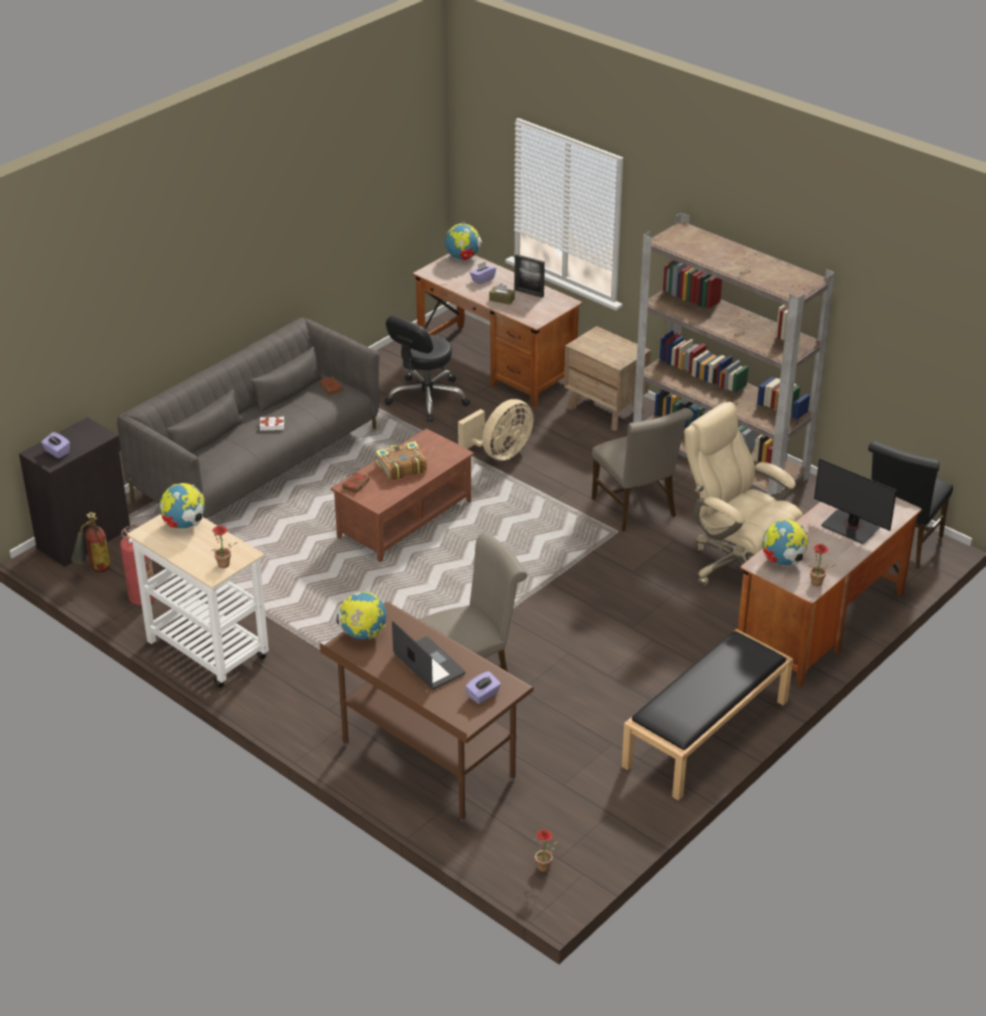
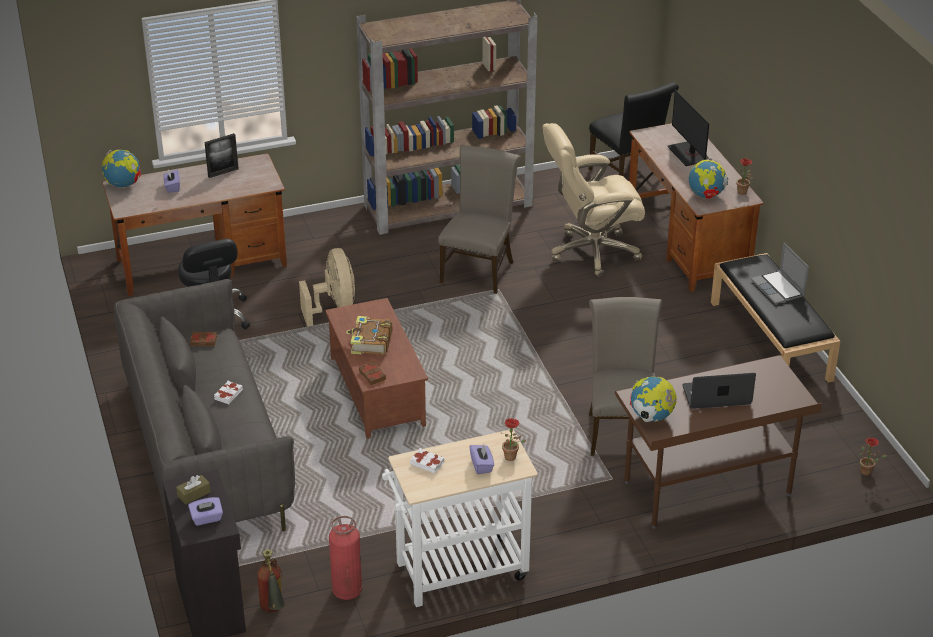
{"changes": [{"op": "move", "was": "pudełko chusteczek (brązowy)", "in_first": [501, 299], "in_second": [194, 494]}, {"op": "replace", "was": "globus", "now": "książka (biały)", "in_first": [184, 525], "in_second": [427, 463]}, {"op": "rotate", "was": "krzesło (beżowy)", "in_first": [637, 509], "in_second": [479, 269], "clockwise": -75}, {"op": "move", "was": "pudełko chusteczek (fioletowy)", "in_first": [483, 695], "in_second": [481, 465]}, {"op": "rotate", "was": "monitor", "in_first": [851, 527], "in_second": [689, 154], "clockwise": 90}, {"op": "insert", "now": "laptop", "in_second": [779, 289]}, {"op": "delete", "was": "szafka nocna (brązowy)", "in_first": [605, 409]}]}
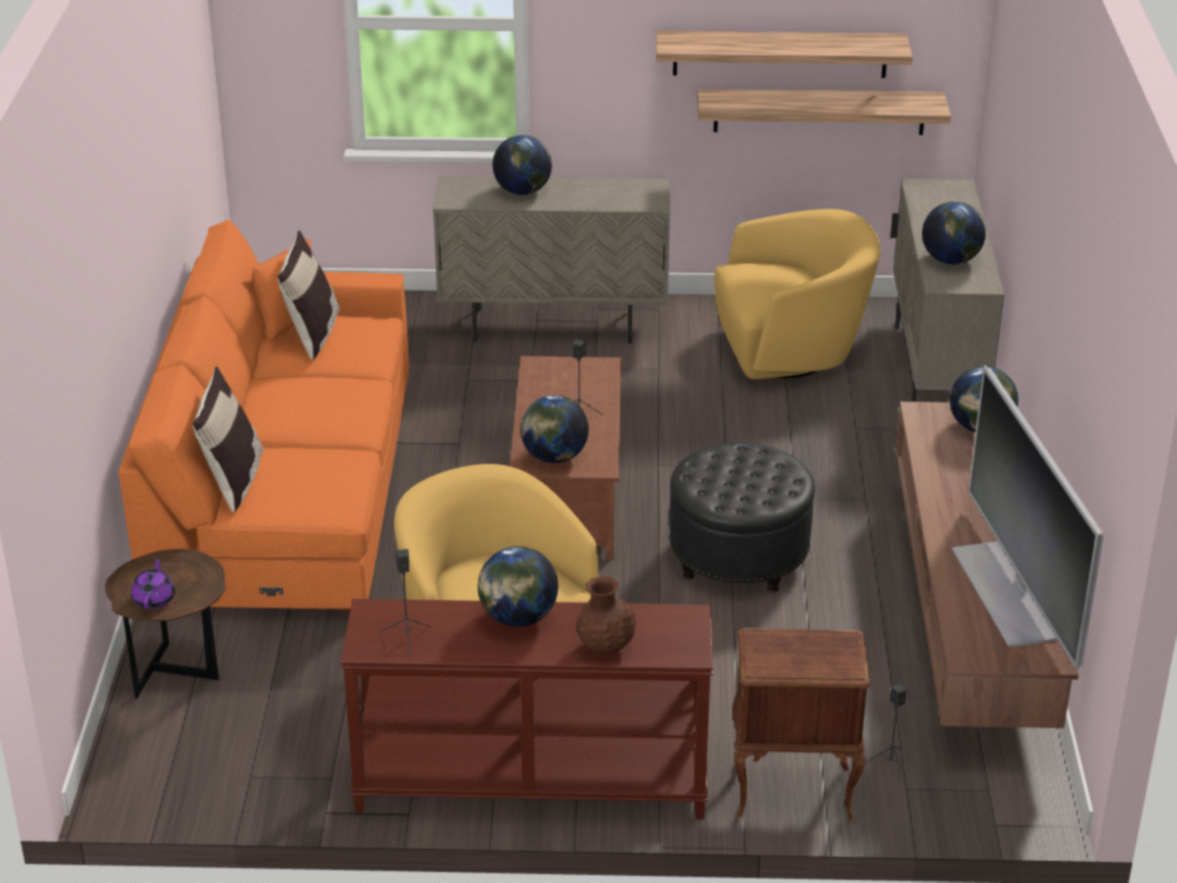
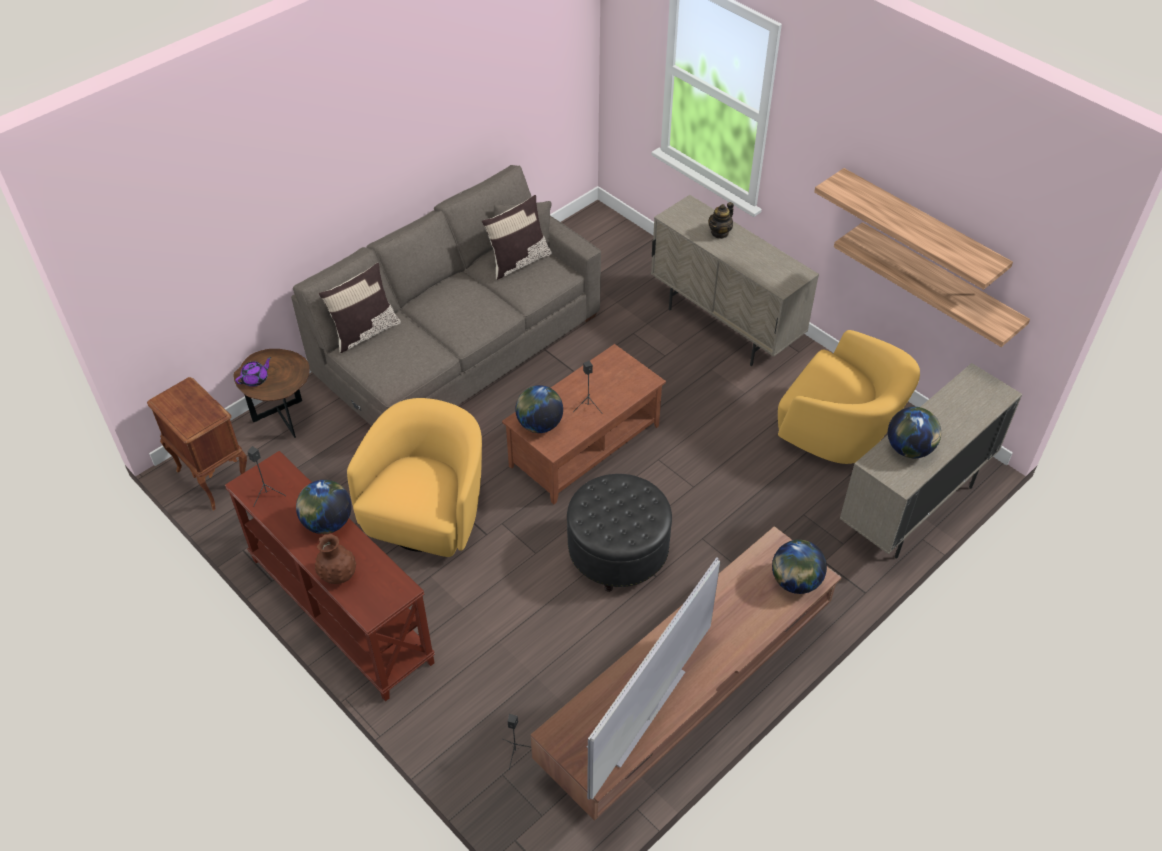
{"changes": [{"op": "move", "was": "szafka nocna (brązowy)", "in_first": [792, 793], "in_second": [213, 478]}, {"op": "recolor", "was": "kanapa (pomarańczowy)", "now": "kanapa (szary)", "in_first": [285, 492], "in_second": [458, 346]}, {"op": "replace", "was": "globus", "now": "imbryk", "in_first": [523, 191], "in_second": [720, 233]}]}
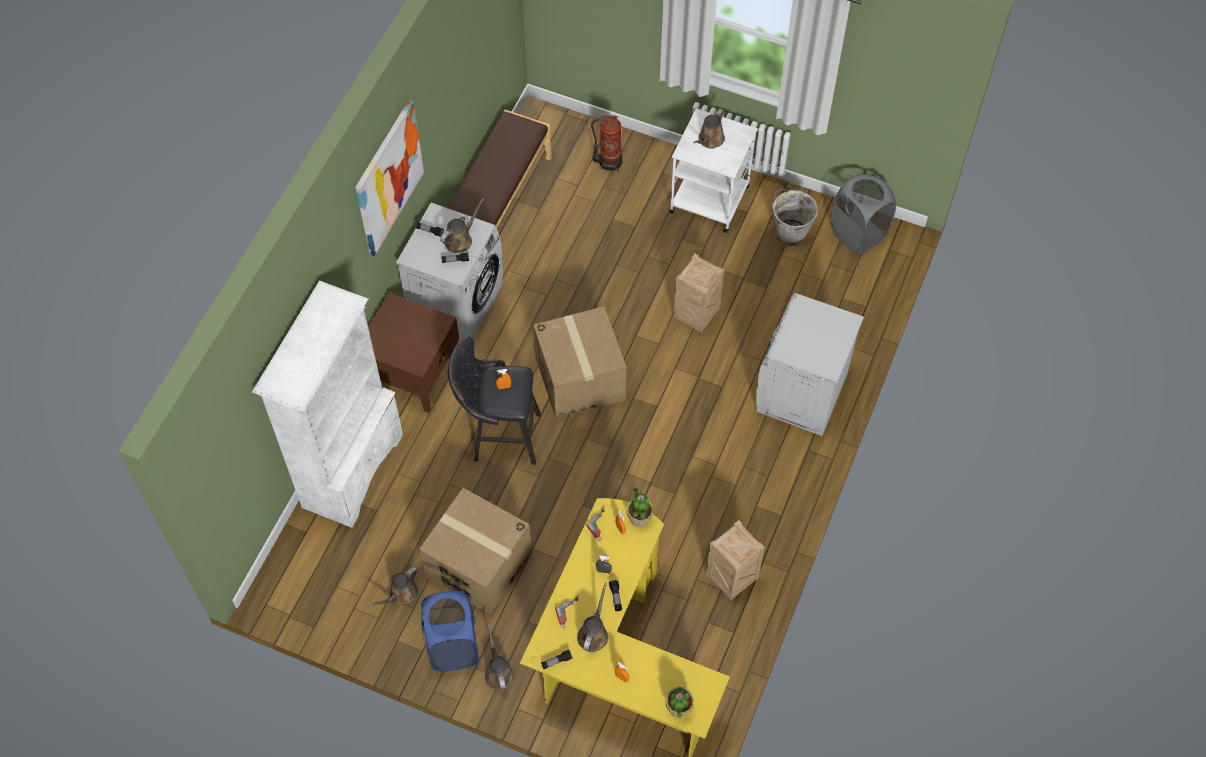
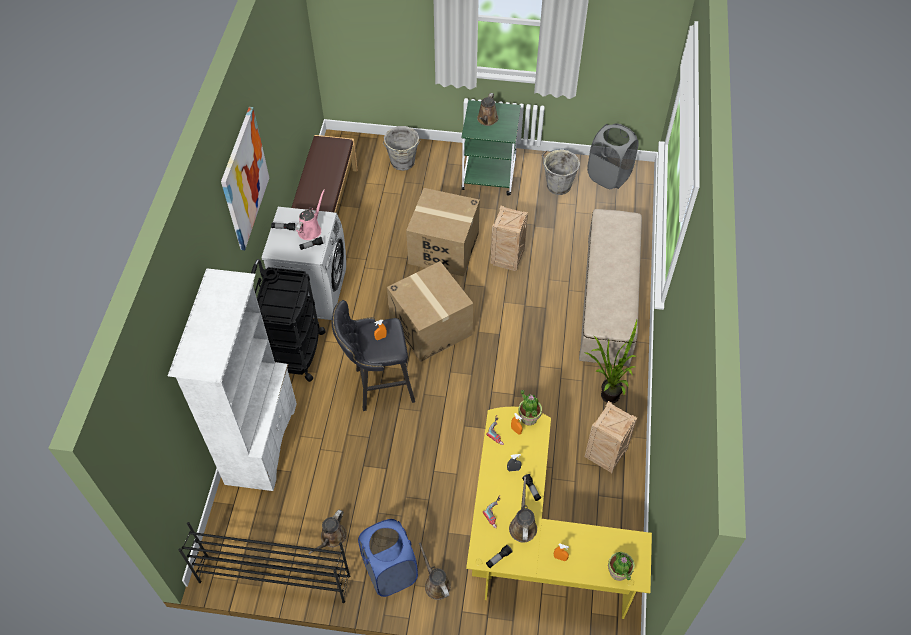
{"changes": [{"op": "insert", "now": "regał na buty (czarny)", "in_second": [273, 578]}, {"op": "replace", "was": "szafka nocna (brązowy)", "now": "wózek (czarny)", "in_first": [413, 374], "in_second": [292, 353]}, {"op": "recolor", "was": "konewka (brązowy)", "now": "konewka (różowy)", "in_first": [460, 239], "in_second": [311, 229]}, {"op": "replace", "was": "gaśnica", "now": "wiadro (szary)", "in_first": [609, 161], "in_second": [402, 163]}, {"op": "move", "was": "karton", "in_first": [478, 565], "in_second": [443, 248]}, {"op": "recolor", "was": "wózek (biały)", "now": "wózek (zielony)", "in_first": [710, 200], "in_second": [490, 175]}, {"op": "replace", "was": "pralka (biały)", "now": "ławka (beżowy)", "in_first": [801, 393], "in_second": [608, 299]}, {"op": "insert", "now": "roślina doniczkowa", "in_second": [605, 395]}]}
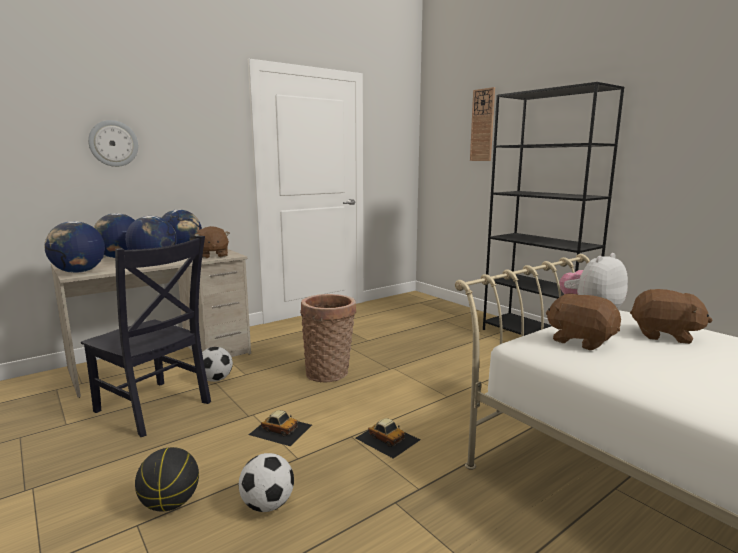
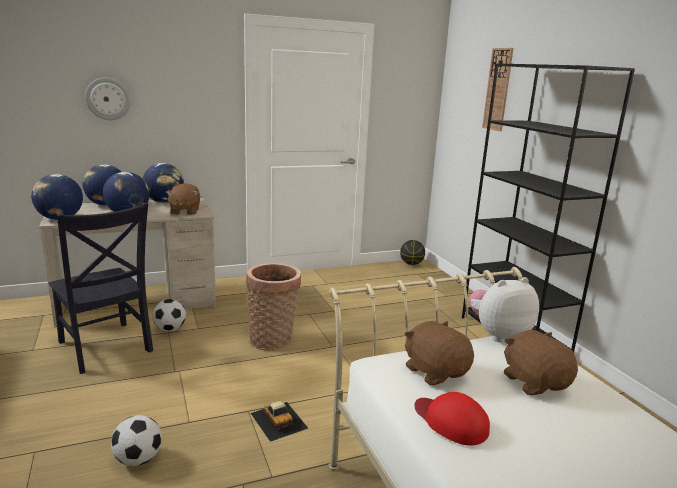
{"changes": [{"op": "move", "was": "piłka do koszykówki", "in_first": [171, 503], "in_second": [411, 264]}, {"op": "insert", "now": "czapka z daszkiem (czerwony)", "in_second": [451, 421]}, {"op": "rotate", "was": "pluszak (brązowy)", "in_first": [664, 335], "in_second": [535, 382], "clockwise": -150}, {"op": "delete", "was": "samochodzik", "in_first": [280, 429]}]}
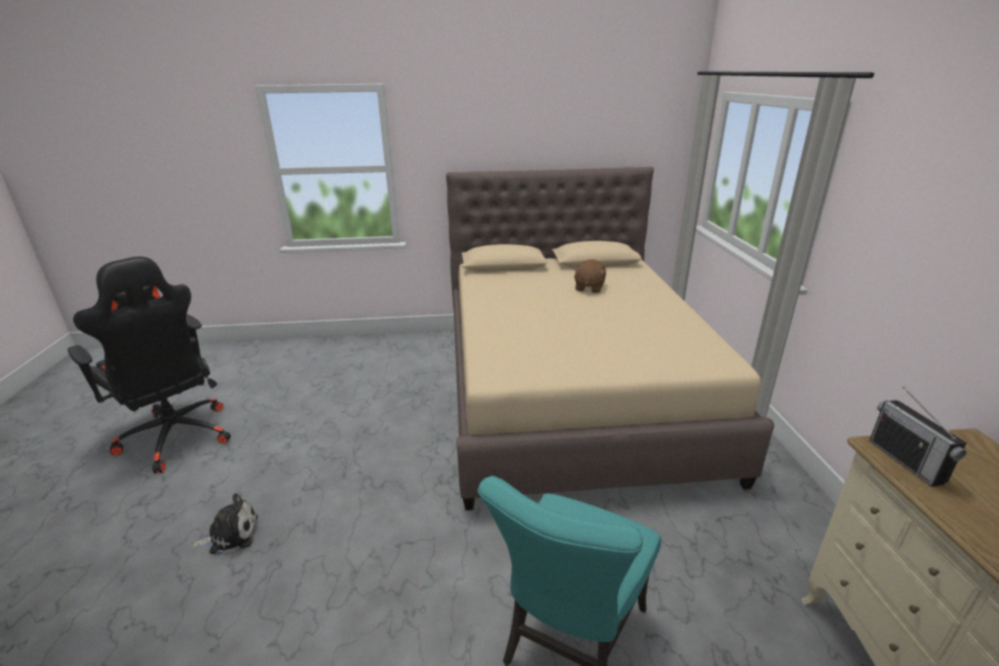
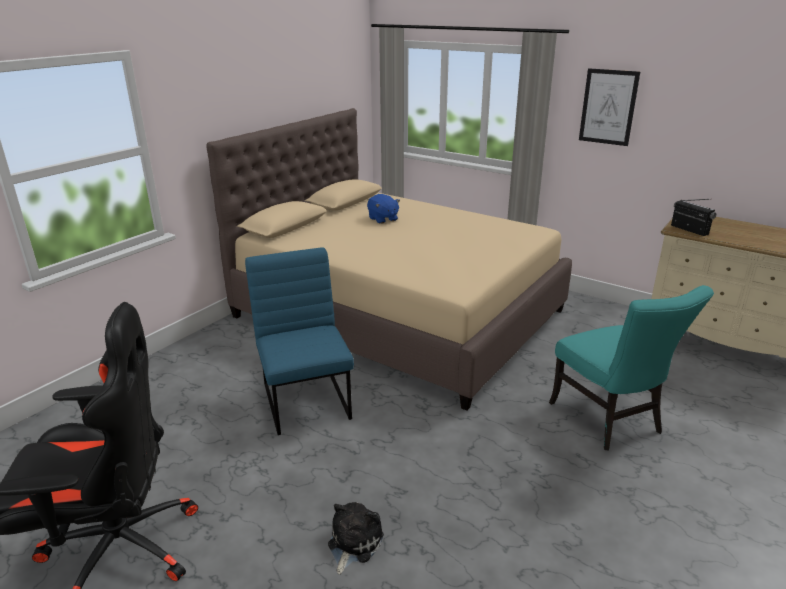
{"changes": [{"op": "insert", "now": "krzesło (niebieski)", "in_second": [306, 399]}, {"op": "recolor", "was": "pluszak (brązowy)", "now": "pluszak (niebieski)", "in_first": [589, 288], "in_second": [383, 219]}, {"op": "insert", "now": "obraz", "in_second": [608, 107]}, {"op": "rotate", "was": "radio", "in_first": [906, 461], "in_second": [689, 230], "clockwise": -150}]}
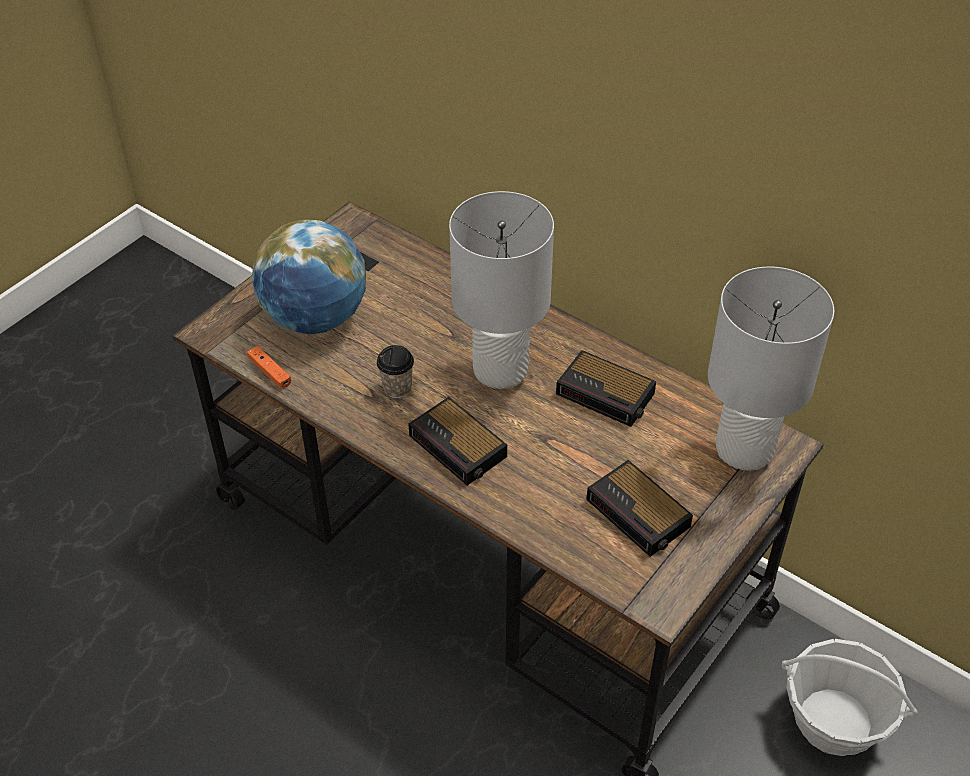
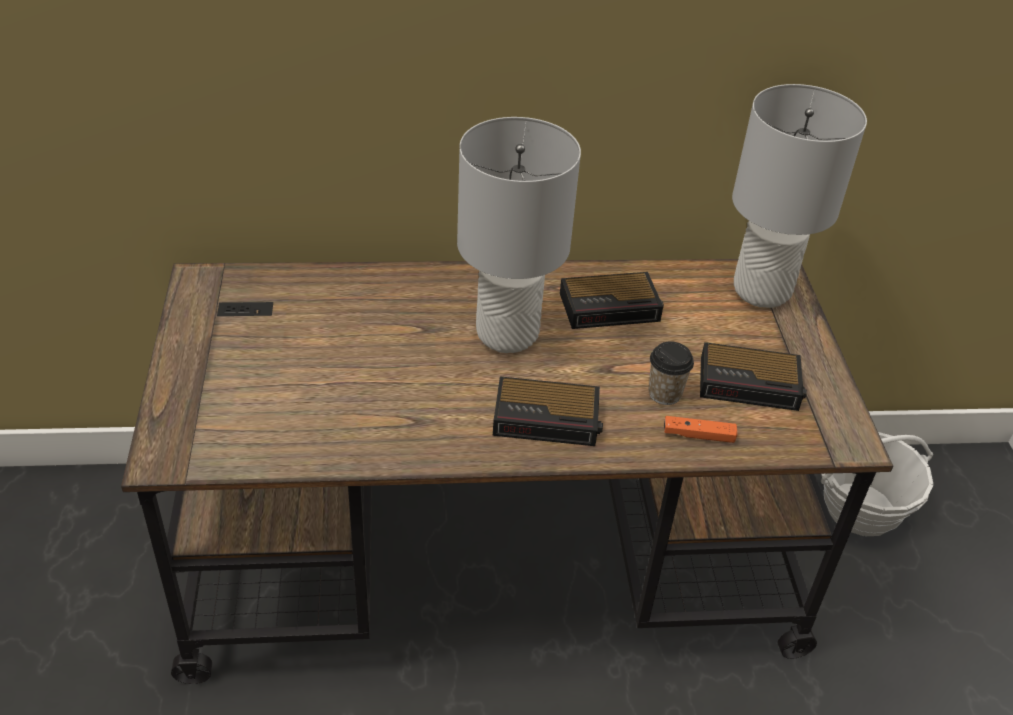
{"changes": [{"op": "move", "was": "filiżanka", "in_first": [397, 388], "in_second": [664, 393]}, {"op": "move", "was": "pad do gier (pomarańczowy)", "in_first": [269, 372], "in_second": [698, 435]}, {"op": "delete", "was": "globus", "in_first": [315, 318]}]}
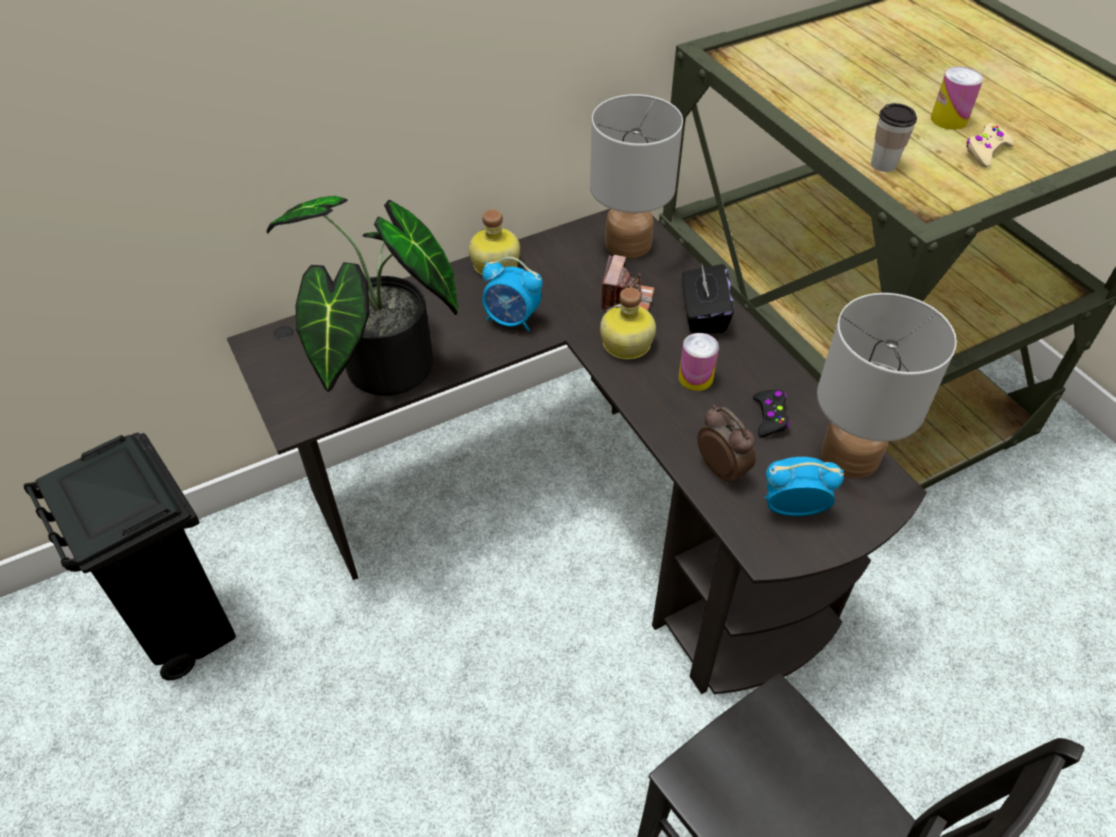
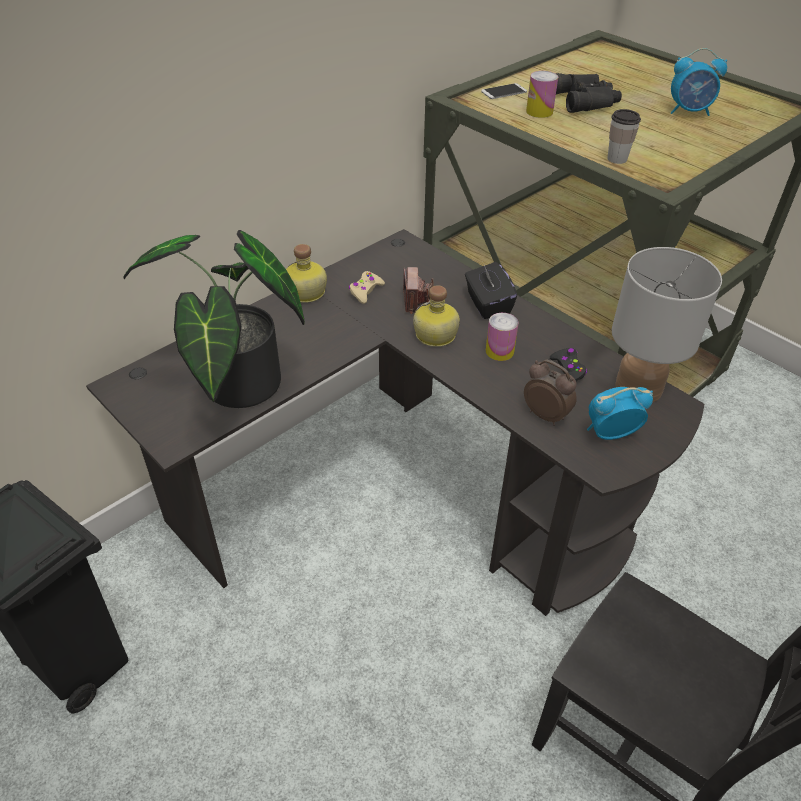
{"changes": [{"op": "move", "was": "pad do gier (beżowy)", "in_first": [985, 151], "in_second": [365, 291]}, {"op": "insert", "now": "telefon", "in_second": [504, 92]}, {"op": "move", "was": "puszka", "in_first": [948, 119], "in_second": [539, 112]}, {"op": "insert", "now": "lornetka (czarny)", "in_second": [586, 100]}, {"op": "move", "was": "budzik", "in_first": [512, 320], "in_second": [689, 112]}, {"op": "delete", "was": "lampa stołowa (szary)", "in_first": [629, 244]}]}
